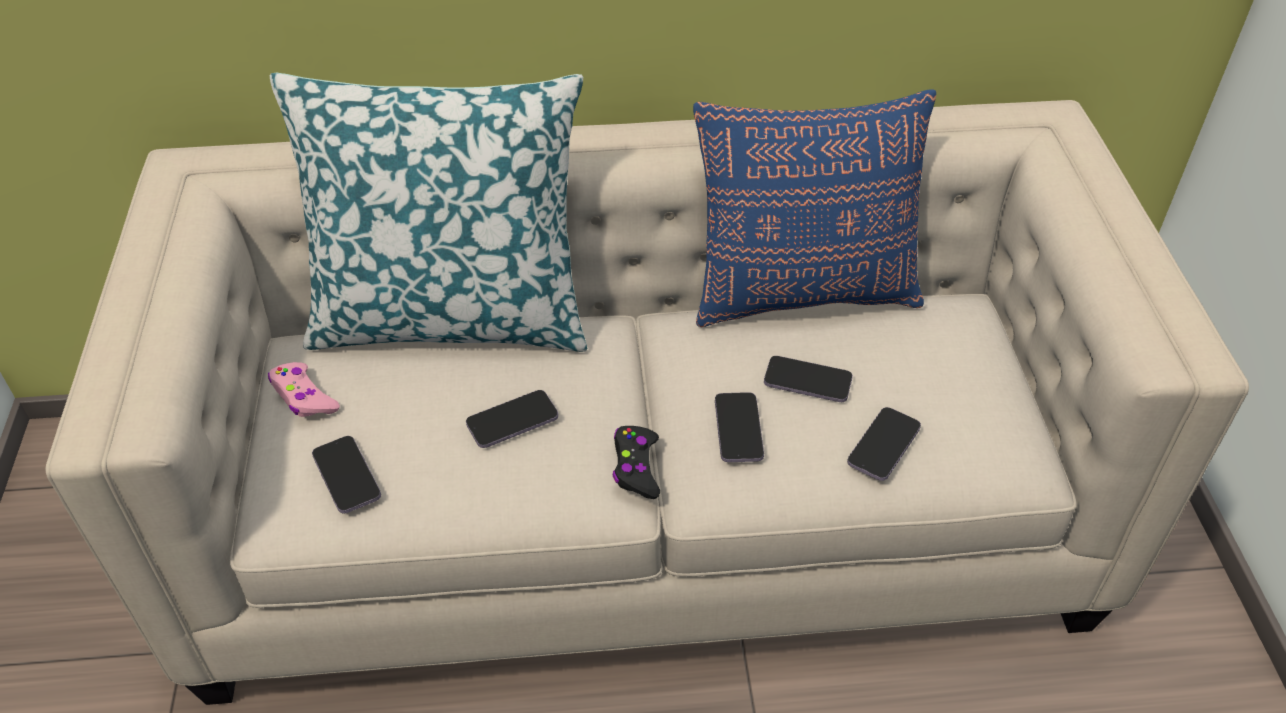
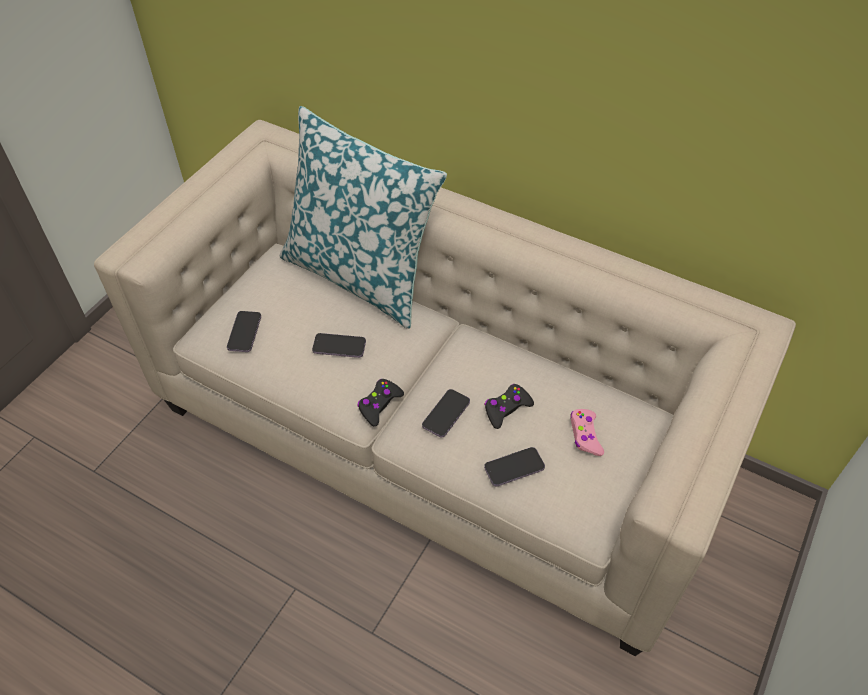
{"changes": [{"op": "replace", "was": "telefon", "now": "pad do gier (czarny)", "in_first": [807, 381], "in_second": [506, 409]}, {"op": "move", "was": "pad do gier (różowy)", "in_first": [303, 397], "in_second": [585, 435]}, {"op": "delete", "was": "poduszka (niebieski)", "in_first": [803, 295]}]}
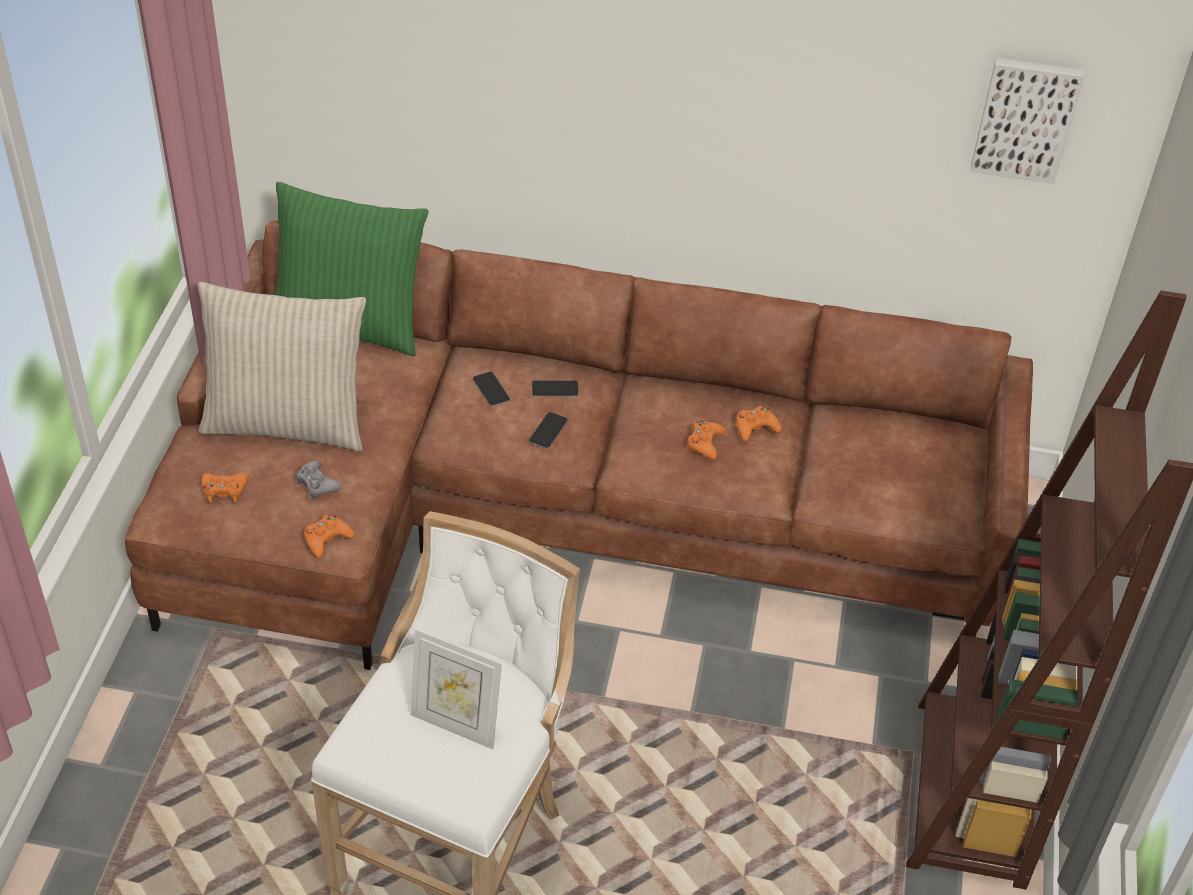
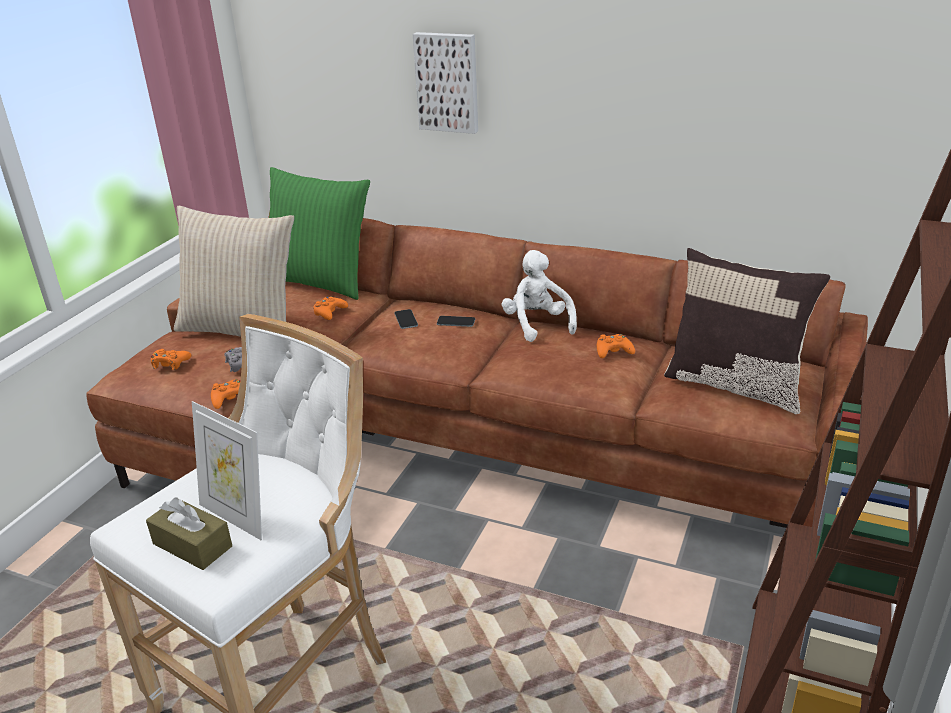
{"changes": [{"op": "insert", "now": "pudełko chusteczek (brązowy)", "in_second": [192, 545]}, {"op": "move", "was": "pad do gier (pomarańczowy)", "in_first": [704, 443], "in_second": [330, 312]}, {"op": "move", "was": "obraz", "in_first": [1025, 118], "in_second": [448, 82]}, {"op": "insert", "now": "pluszak (biały)", "in_second": [537, 324]}, {"op": "insert", "now": "poduszka", "in_second": [735, 386]}, {"op": "delete", "was": "telefon", "in_first": [548, 431]}]}
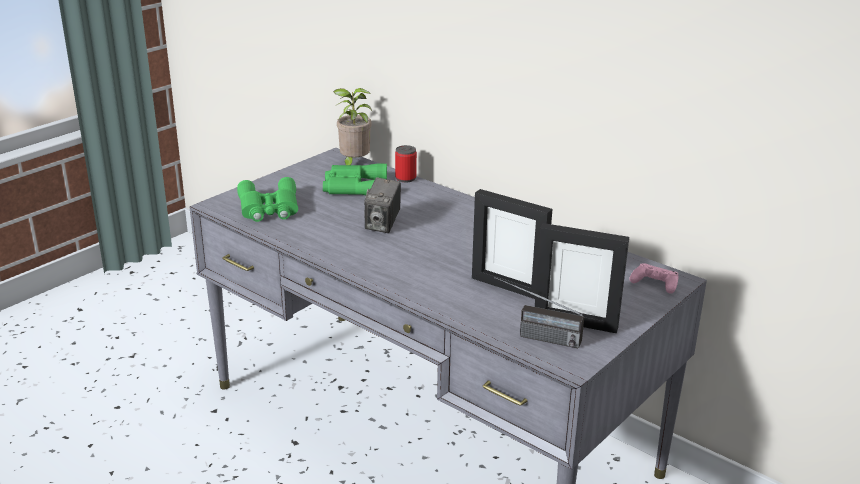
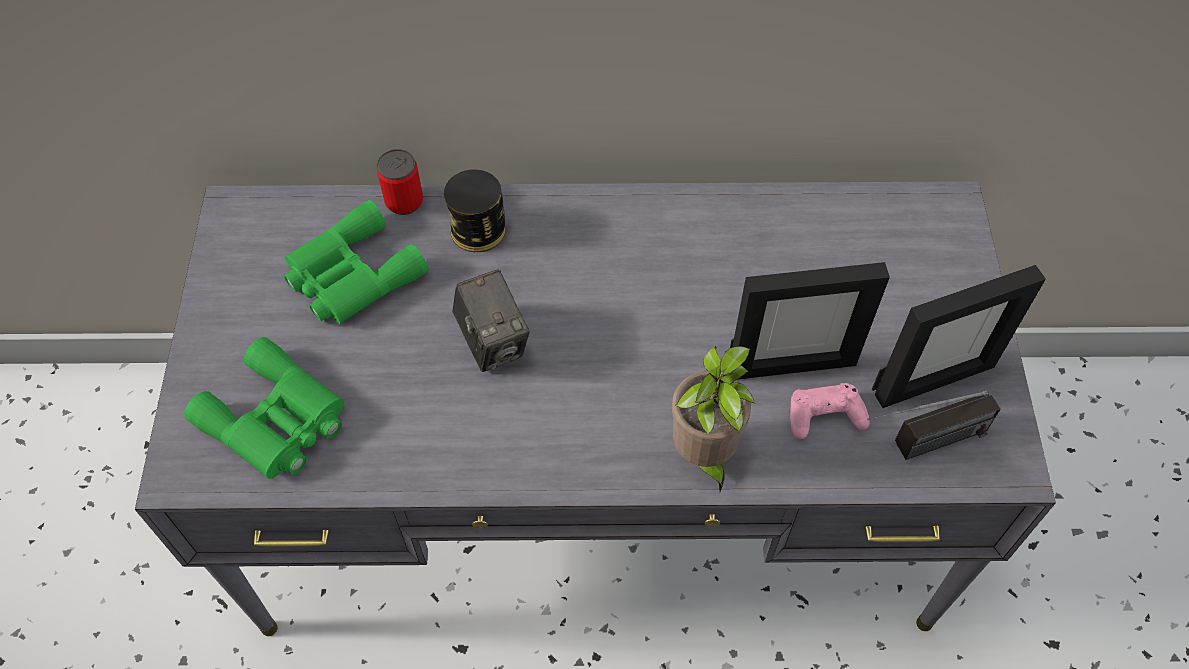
{"changes": [{"op": "insert", "now": "puszka", "in_second": [478, 230]}, {"op": "move", "was": "roślina doniczkowa", "in_first": [353, 164], "in_second": [704, 455]}, {"op": "move", "was": "pad do gier (różowy)", "in_first": [654, 283], "in_second": [824, 415]}]}
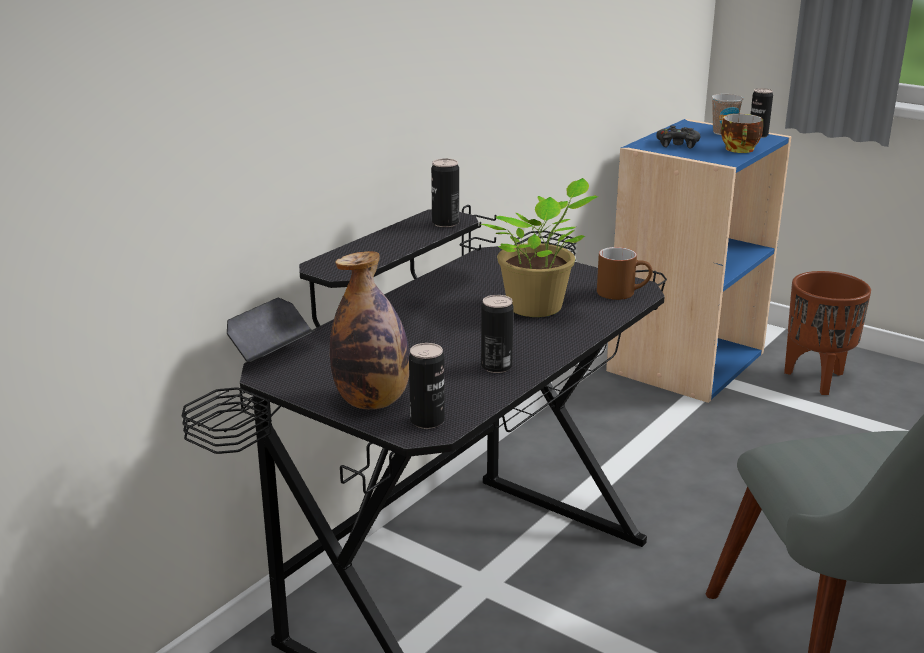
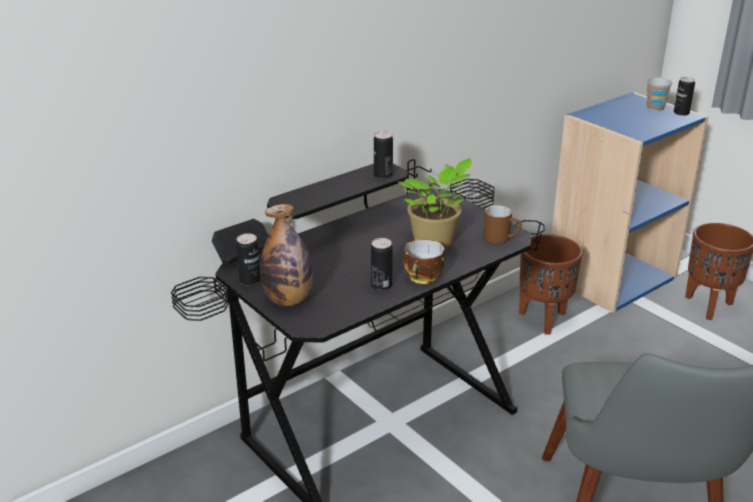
{"changes": [{"op": "move", "was": "puszka", "in_first": [427, 421], "in_second": [250, 280]}, {"op": "move", "was": "filiżanka", "in_first": [741, 150], "in_second": [423, 278]}, {"op": "insert", "now": "donica (brązowy)", "in_second": [544, 319]}, {"op": "delete", "was": "pad do gier (czarny)", "in_first": [677, 144]}]}
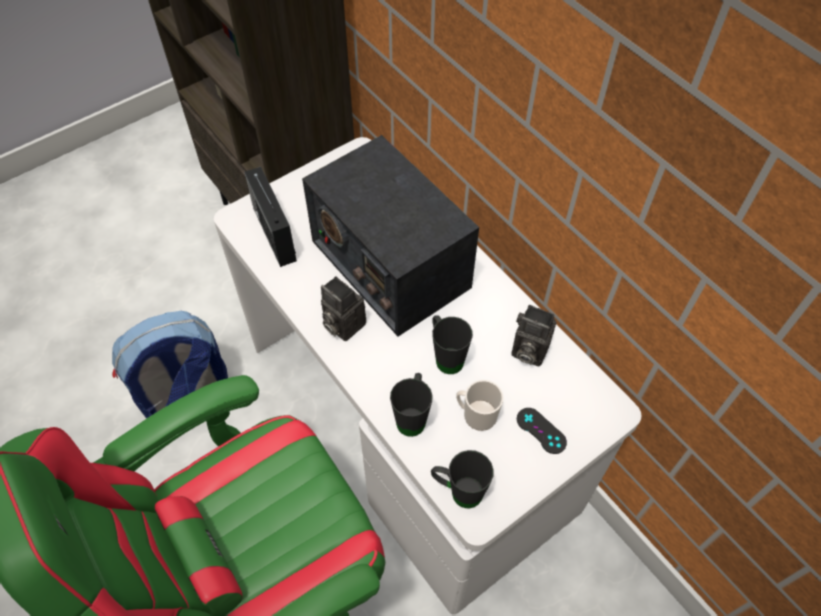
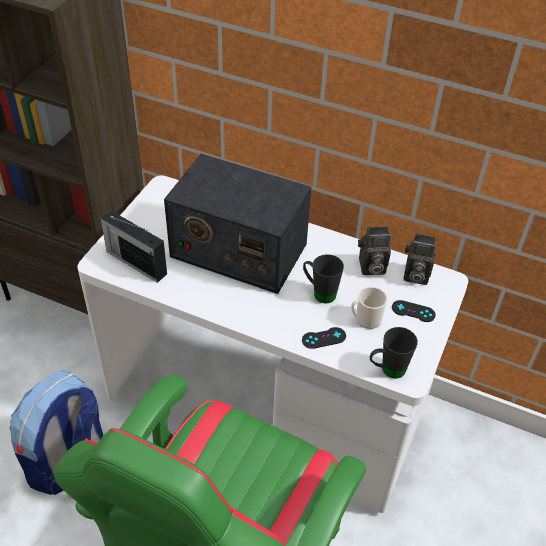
{"changes": [{"op": "replace", "was": "kubek (czarny)", "now": "pad do gier (czarny)", "in_first": [412, 415], "in_second": [323, 338]}, {"op": "move", "was": "aparat fotograficzny", "in_first": [342, 324], "in_second": [414, 276]}]}
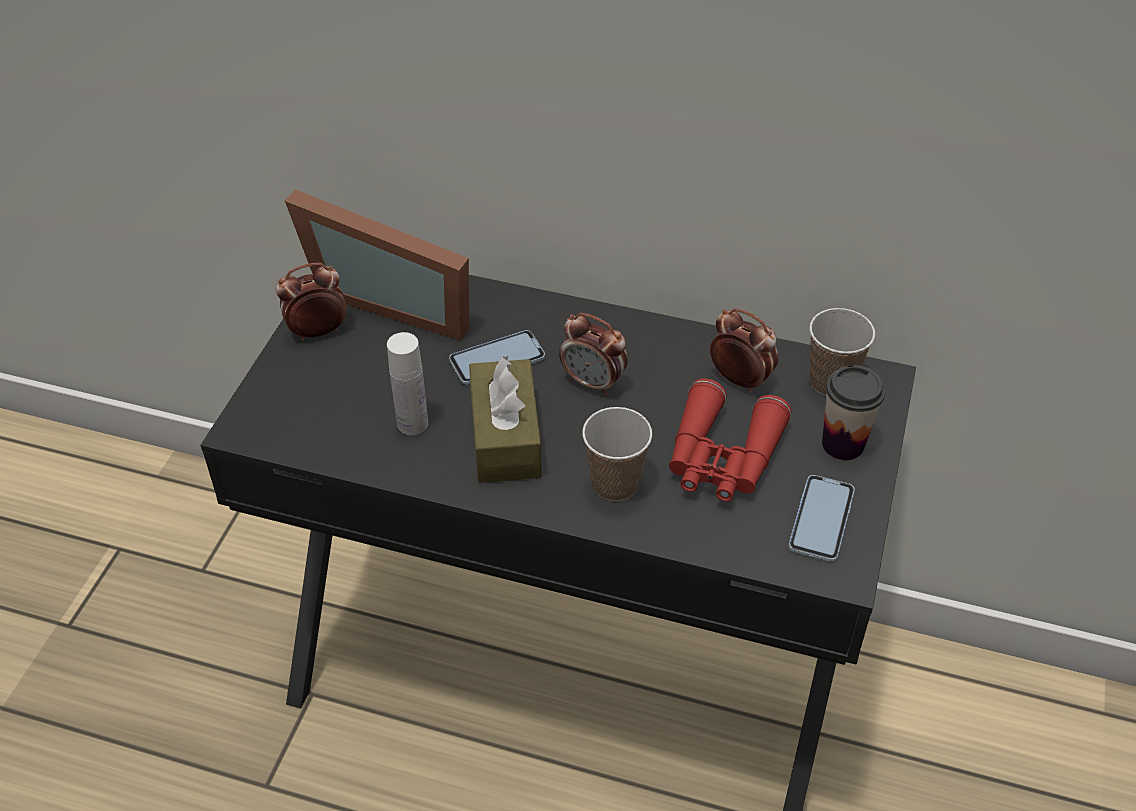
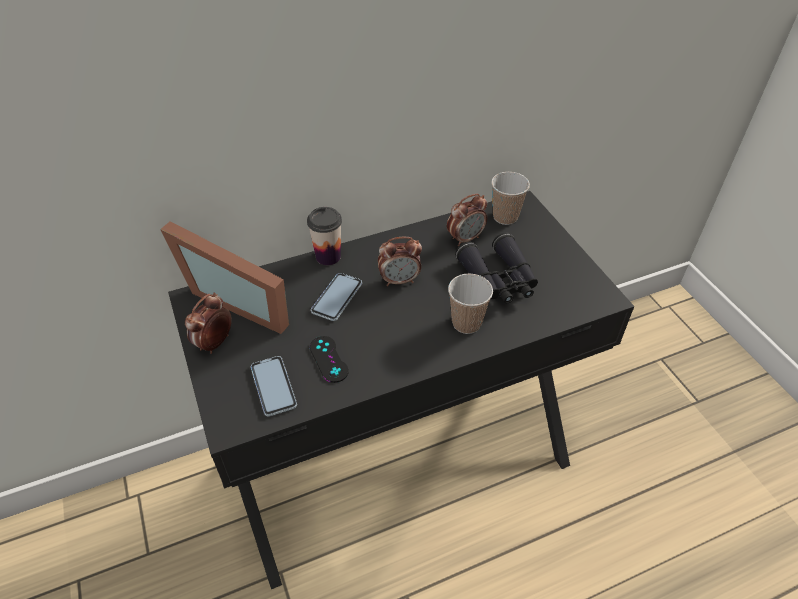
{"changes": [{"op": "rotate", "was": "ramka na zdjęcie", "in_first": [394, 299], "in_second": [242, 299], "clockwise": 45}, {"op": "move", "was": "telefon", "in_first": [821, 519], "in_second": [273, 386]}, {"op": "move", "was": "filiżanka", "in_first": [843, 444], "in_second": [328, 256]}, {"op": "replace", "was": "butelka (biały)", "now": "pad do gier (czarny)", "in_first": [412, 423], "in_second": [329, 359]}, {"op": "rotate", "was": "budzik", "in_first": [739, 380], "in_second": [465, 238], "clockwise": 150}, {"op": "recolor", "was": "lornetka (czerwony)", "now": "lornetka (czarny)", "in_first": [722, 458], "in_second": [499, 279]}, {"op": "delete", "was": "pudełko chusteczek (brązowy)", "in_first": [505, 437]}]}
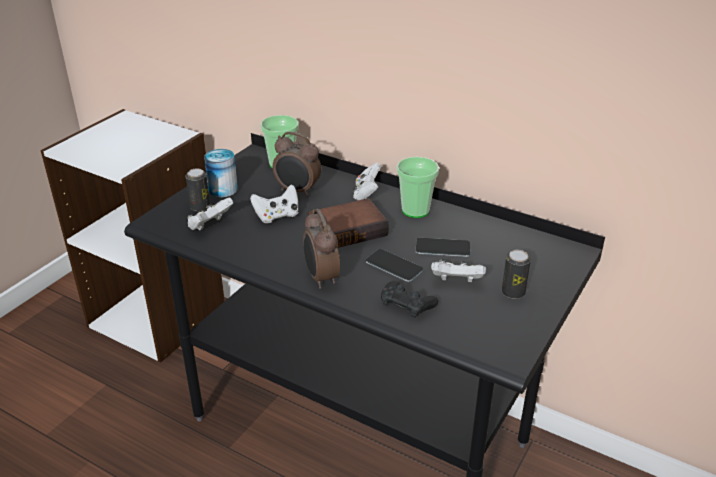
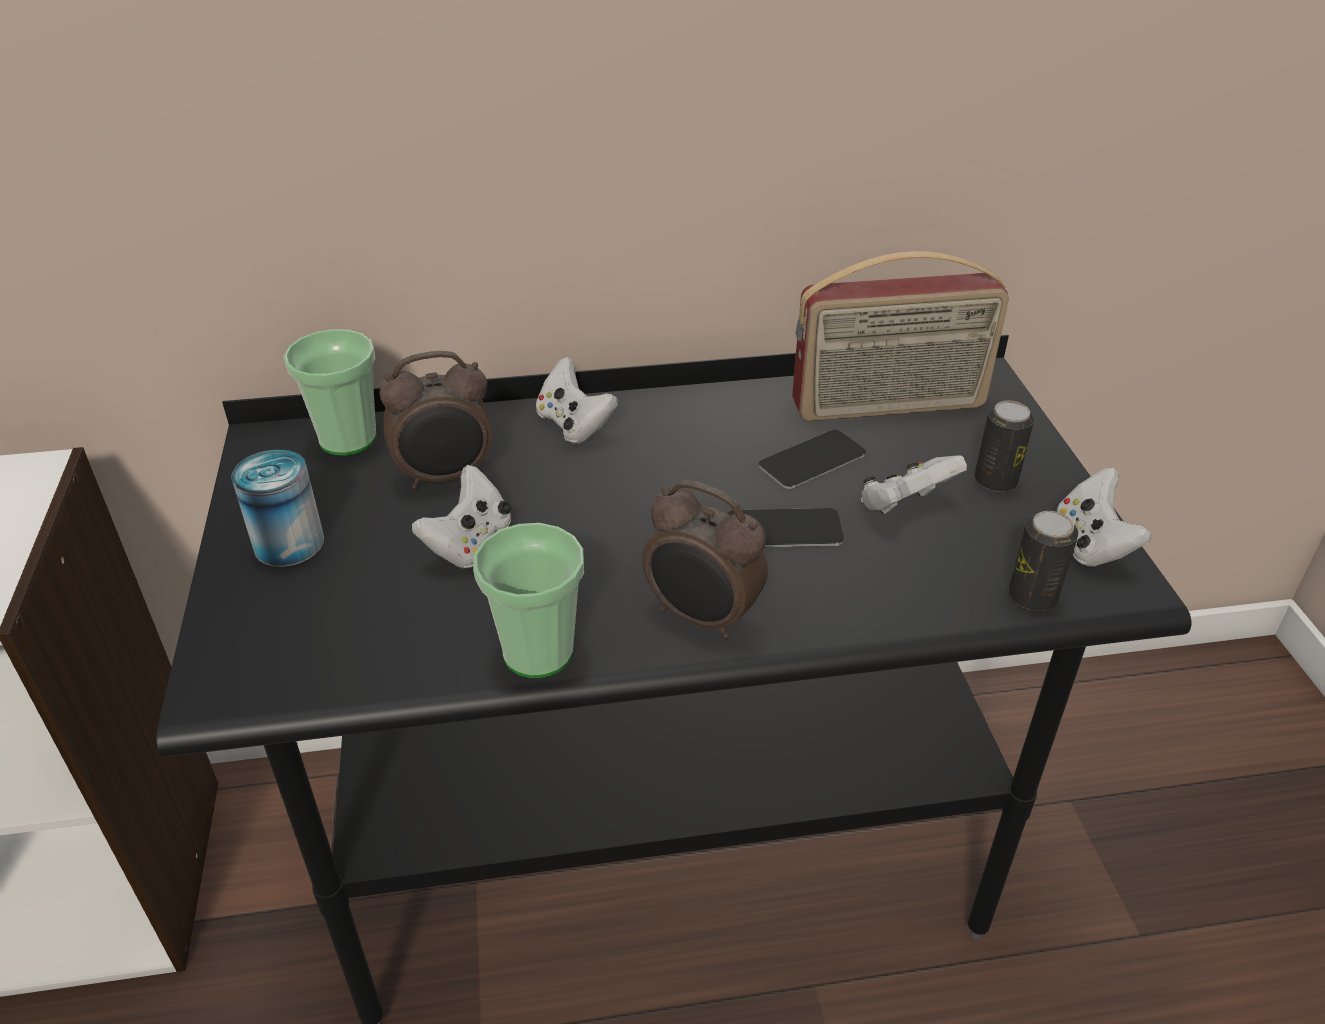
{"changes": [{"op": "move", "was": "filiżanka", "in_first": [415, 210], "in_second": [538, 652]}, {"op": "insert", "now": "radio", "in_second": [889, 406]}, {"op": "move", "was": "puszka", "in_first": [200, 207], "in_second": [1032, 596]}, {"op": "move", "was": "pad do gier (biały)", "in_first": [210, 225], "in_second": [1091, 543]}, {"op": "delete", "was": "książka", "in_first": [348, 229]}, {"op": "delete", "was": "pad do gier (czarny)", "in_first": [407, 304]}]}
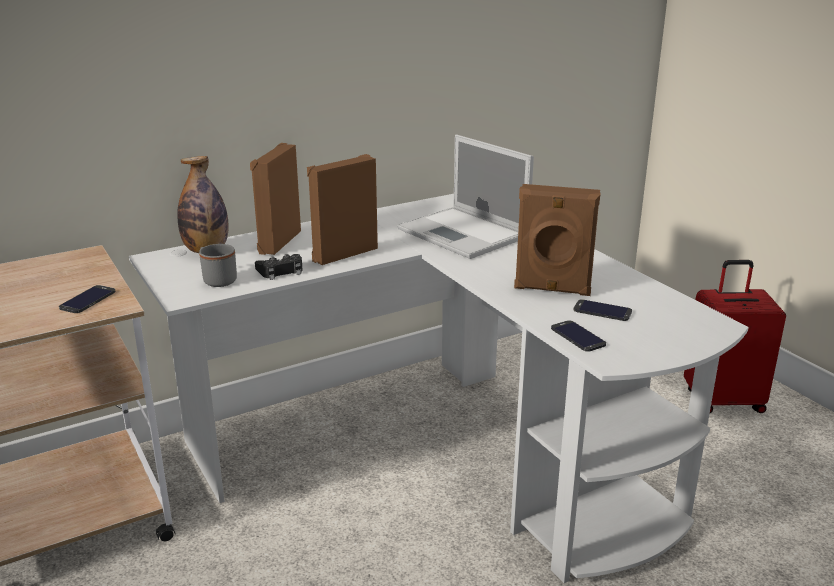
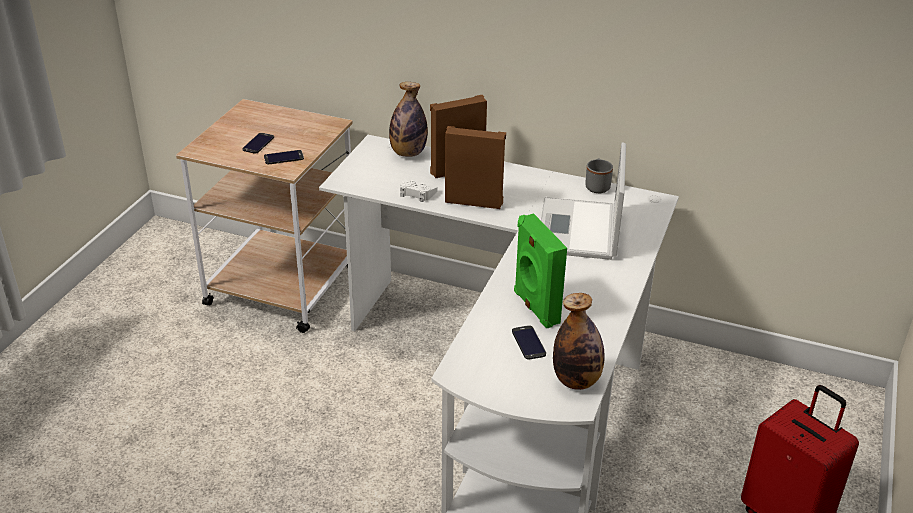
{"changes": [{"op": "move", "was": "telefon", "in_first": [578, 336], "in_second": [258, 143]}, {"op": "recolor", "was": "pad do gier (czarny)", "now": "pad do gier (biały)", "in_first": [281, 271], "in_second": [416, 193]}, {"op": "recolor", "was": "głośnik (brązowy)", "now": "głośnik (zielony)", "in_first": [552, 289], "in_second": [535, 308]}, {"op": "insert", "now": "butelka", "in_second": [576, 380]}, {"op": "move", "was": "kubek (szary)", "in_first": [217, 279], "in_second": [597, 185]}]}
